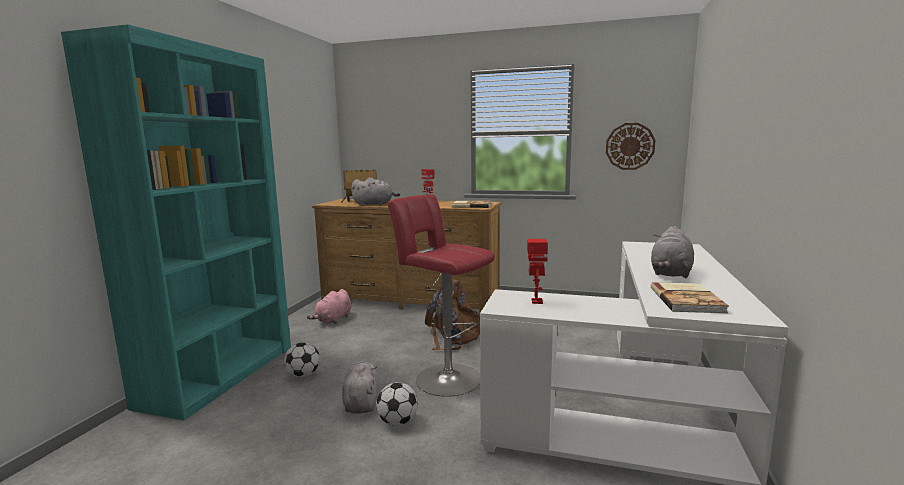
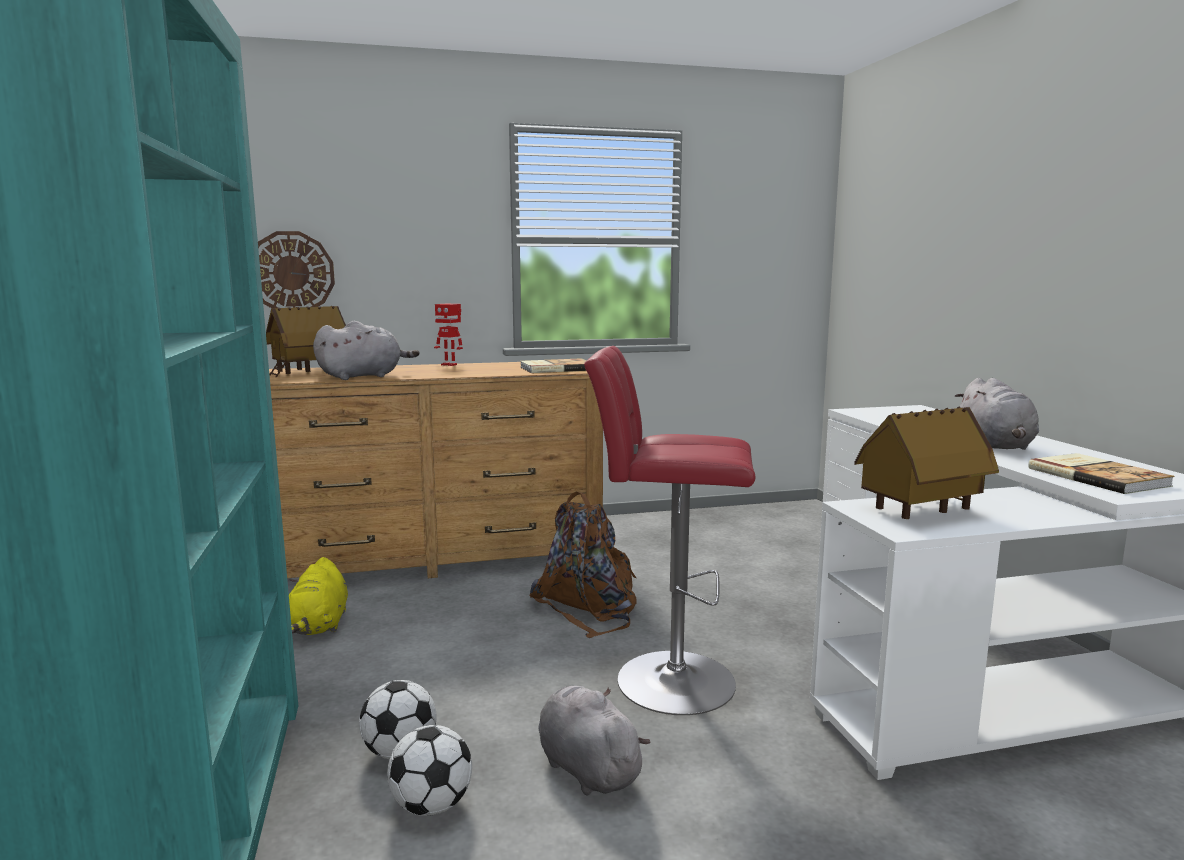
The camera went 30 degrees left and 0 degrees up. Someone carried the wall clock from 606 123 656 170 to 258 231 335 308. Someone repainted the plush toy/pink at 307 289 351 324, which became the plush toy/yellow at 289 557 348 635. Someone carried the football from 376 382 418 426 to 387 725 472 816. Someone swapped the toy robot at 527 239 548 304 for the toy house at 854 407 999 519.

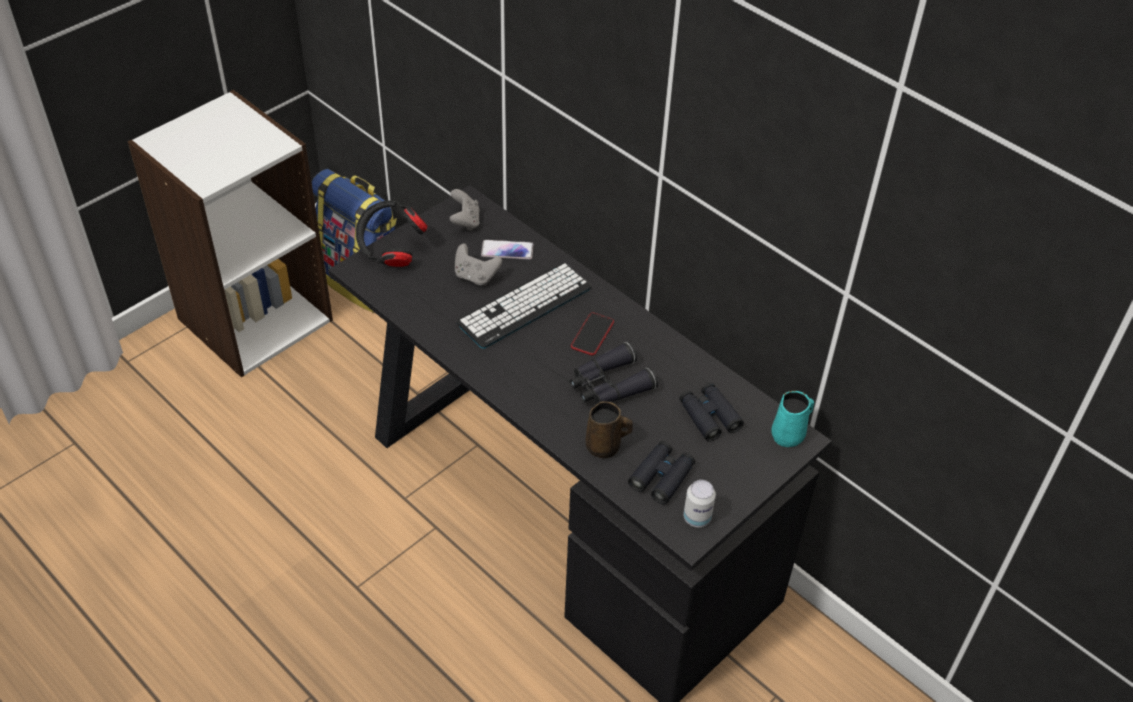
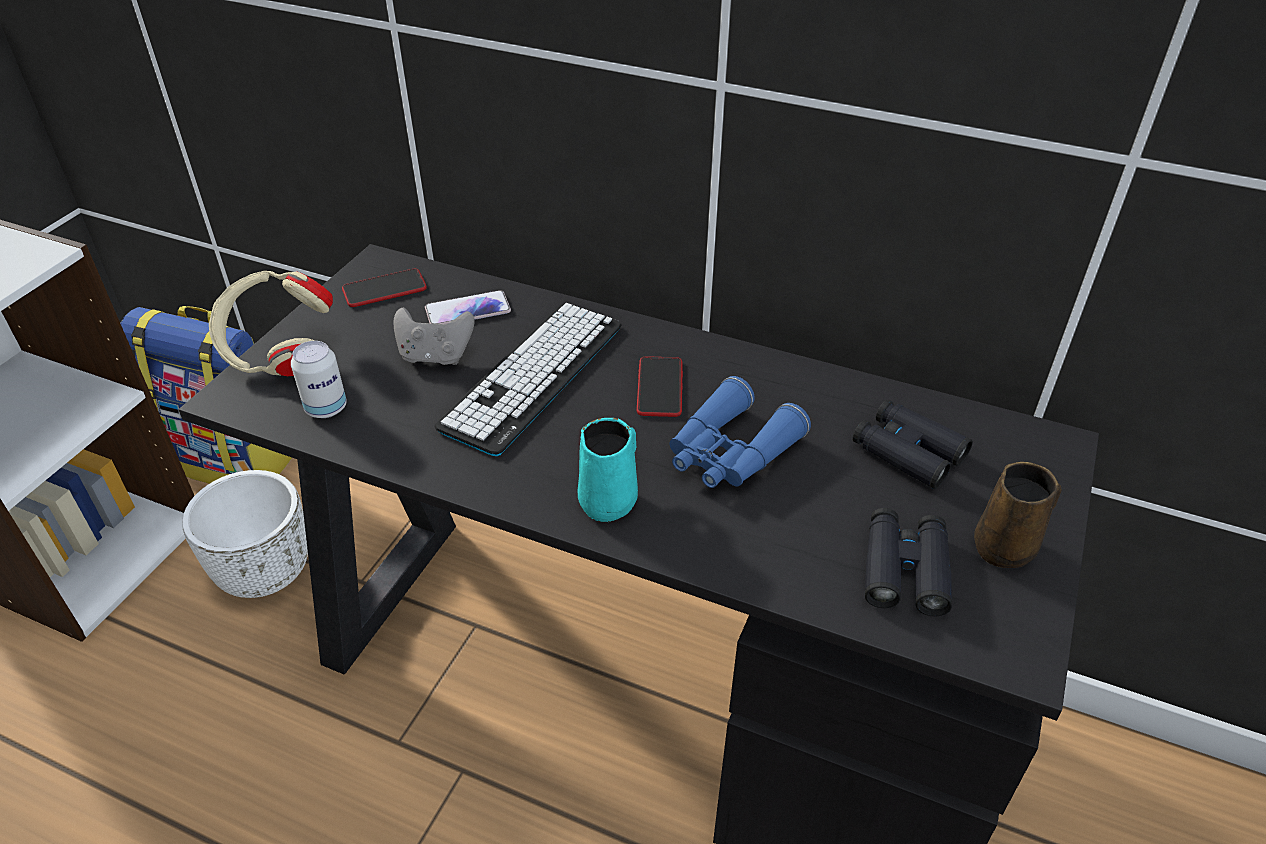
The camera went 20 degrees left and 5 degrees down. Someone put down the planter/white at 182 470 308 598. Someone repainted the headphones/black at 356 200 428 267, which became the headphones/beige at 209 271 333 376. Someone carried the can from 683 480 716 527 to 291 341 347 418. Someone swapped the game controller/grey at 449 189 480 231 for the phone at 342 269 427 307. Someone carried the mug/turquoise from 771 391 814 447 to 578 418 638 522. Someone repainted the binoculars/black at 570 342 658 404, which became the binoculars/blue at 669 376 811 488. Someone carried the mug/brown from 585 401 633 458 to 974 462 1062 568.

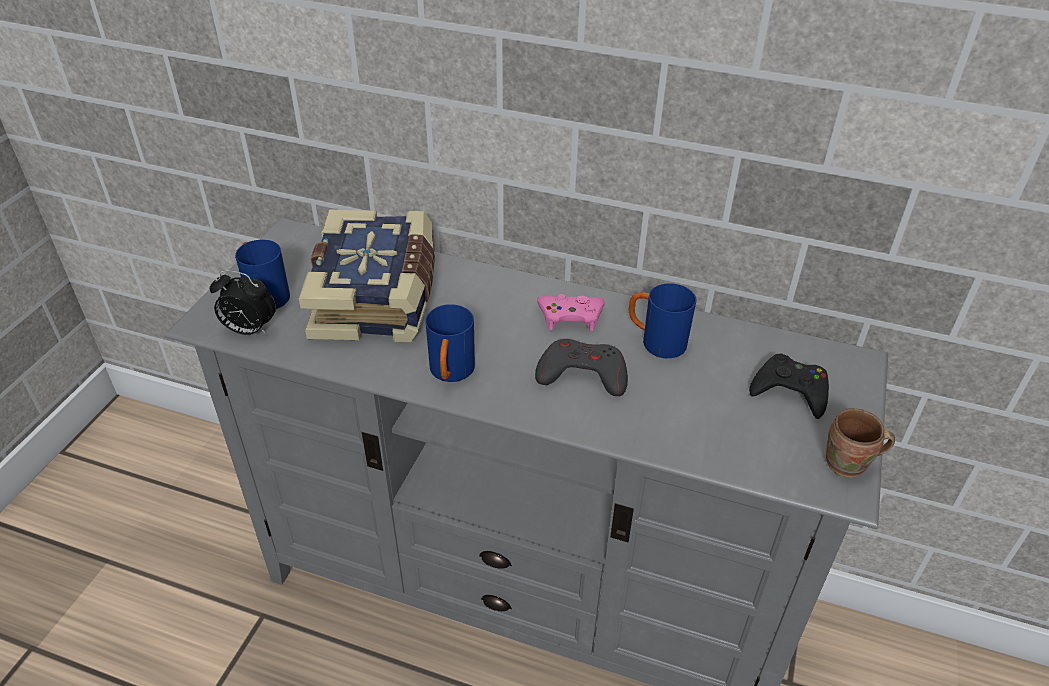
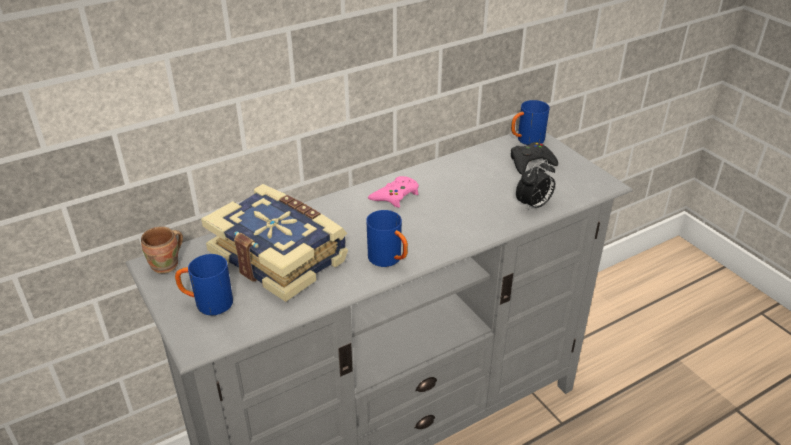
The camera went 50 degrees left and 5 degrees down. Someone carried the mug/brown from 826 408 895 478 to 141 226 183 274. Someone carried the mug/blue from 629 283 697 358 to 511 100 550 145. Someone carried the alarm clock from 209 270 276 335 to 516 160 555 211. Someone took away the game controller/grey at 535 339 628 396.

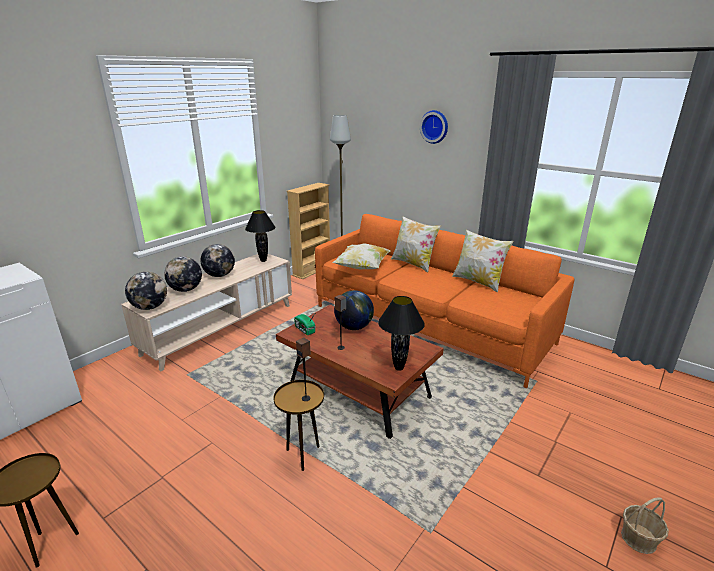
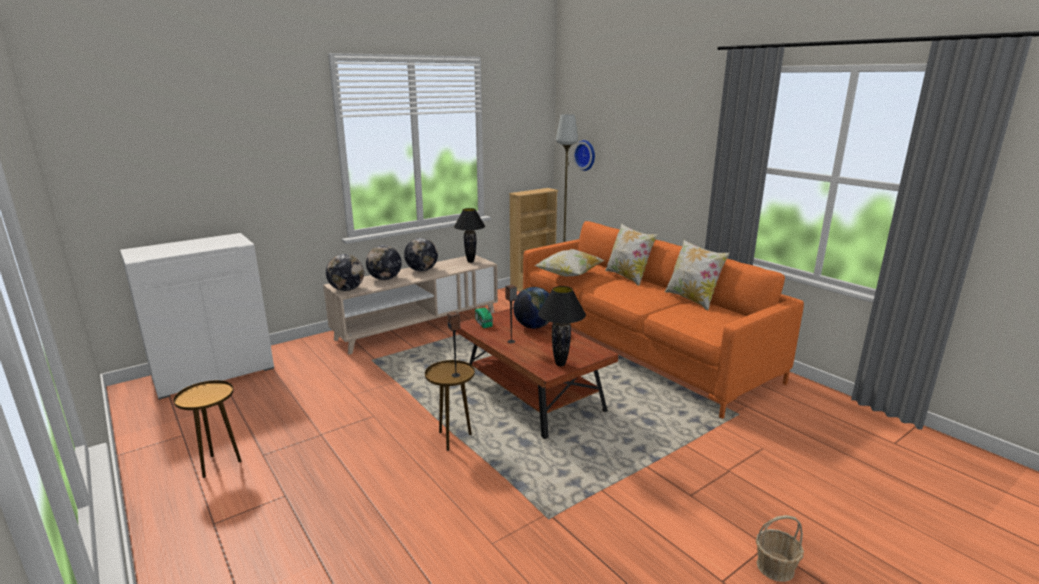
The camera went 15 degrees right and 5 degrees down. Someone carried the wall clock from 420 110 448 144 to 573 140 595 171.

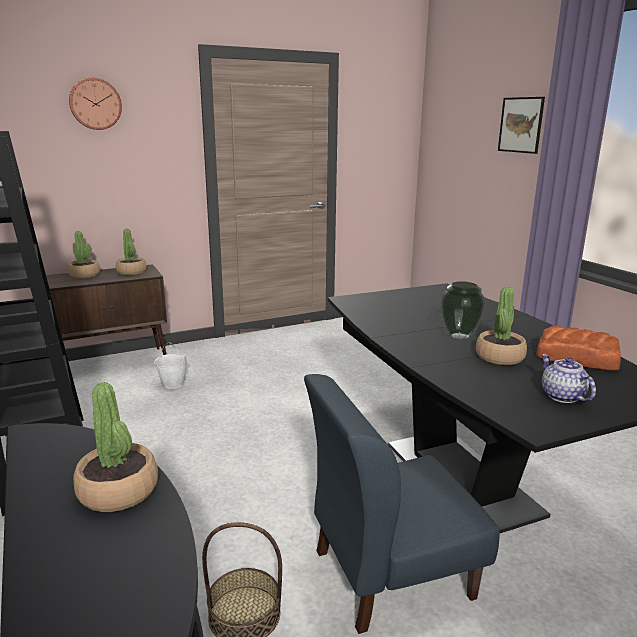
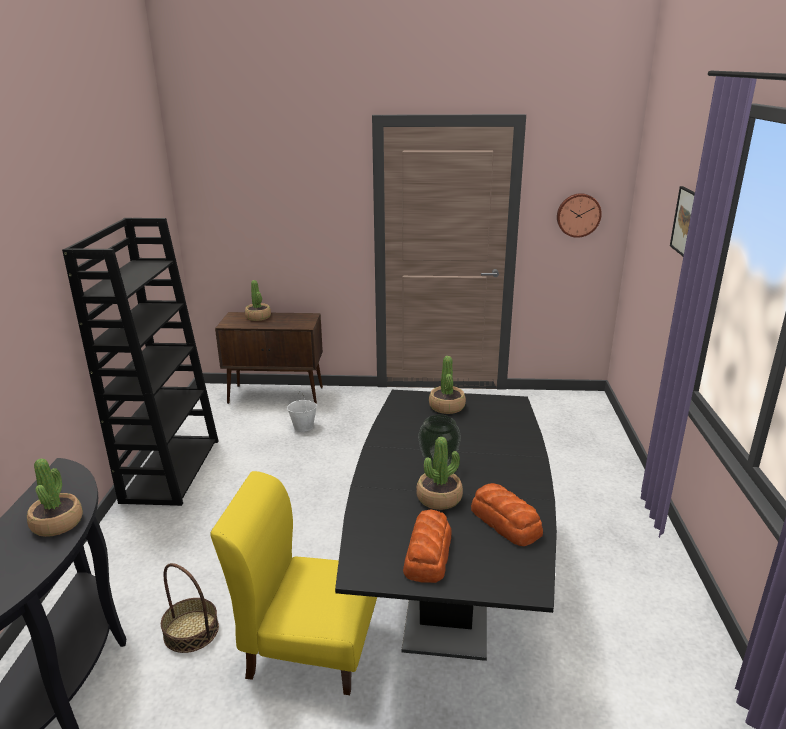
The camera went 30 degrees right and 5 degrees up. Someone repainted the chair/blue at 304 374 500 634, which became the chair/yellow at 211 471 377 695. Someone swapped the teapot at 541 354 596 403 for the bread at 403 510 452 583. Someone carried the potted plant from 116 229 146 275 to 429 356 466 414. Someone carried the wall clock from 69 78 122 130 to 557 193 602 238.

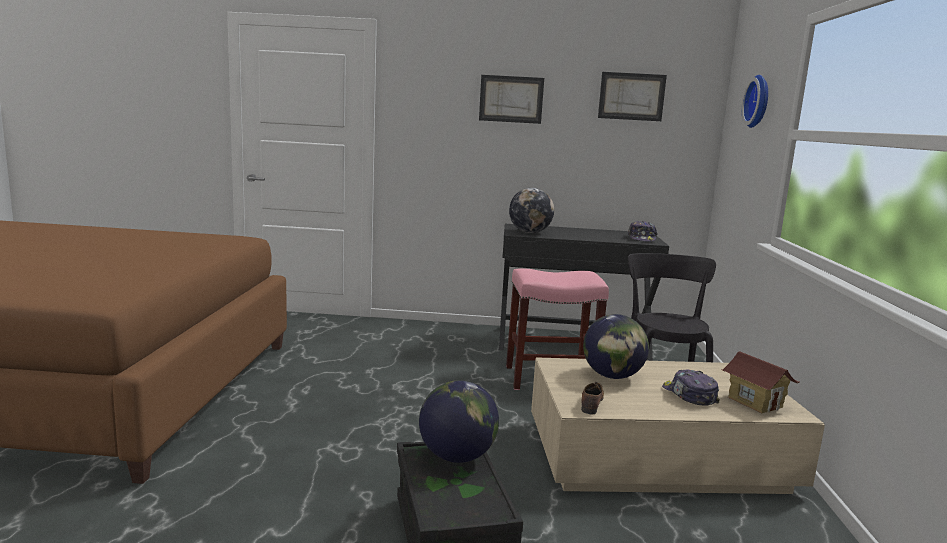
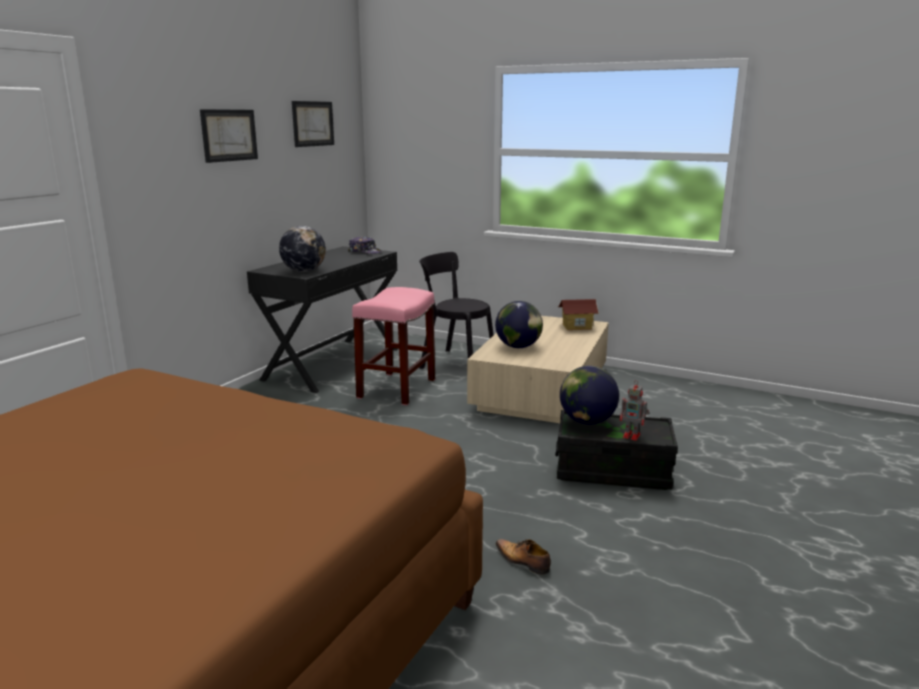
The camera went 65 degrees left and 5 degrees up. Someone carried the shoe from 581 382 604 415 to 496 539 551 575. Someone put down the toy robot at 620 380 649 441. Someone took away the cap at 662 369 720 405. Someone took away the wall clock at 742 75 768 128.

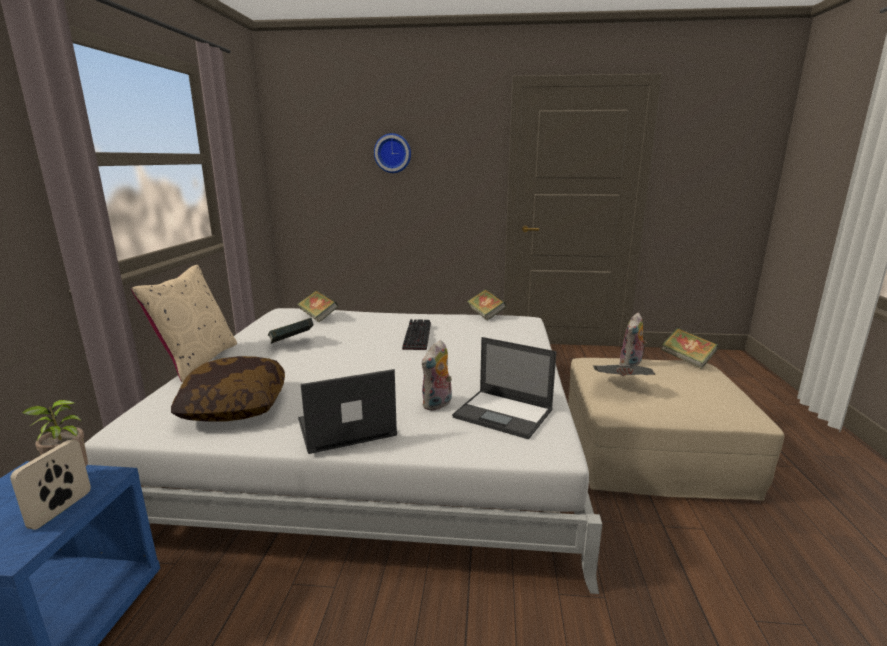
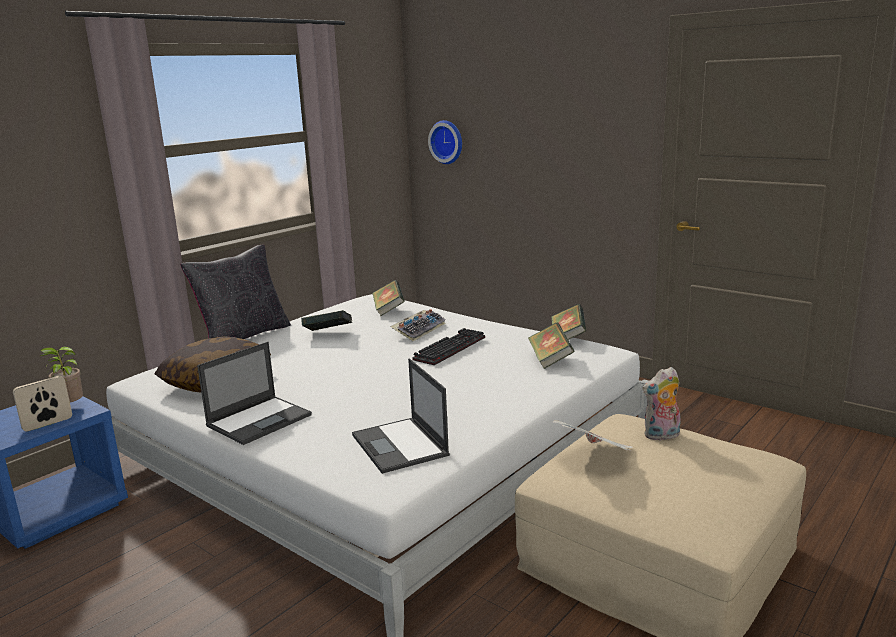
The camera went 35 degrees right and 0 degrees up. Someone repainted the pillow/beige at 131 265 237 382, which became the pillow/black at 180 244 291 339. Someone rotated the laptop at 298 369 397 454 by 120 degrees clockwise. Someone put down the keyboard at 390 309 446 341. Someone carried the wall clock from 374 133 411 173 to 428 120 462 164. Someone carried the book from 661 328 718 369 to 528 322 574 369. Someone took away the plush toy at 422 340 452 411.

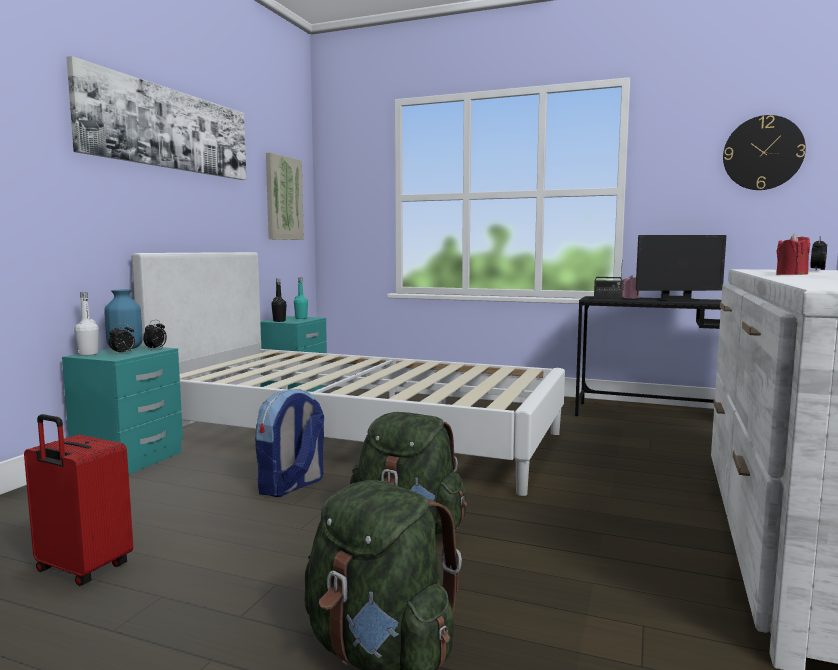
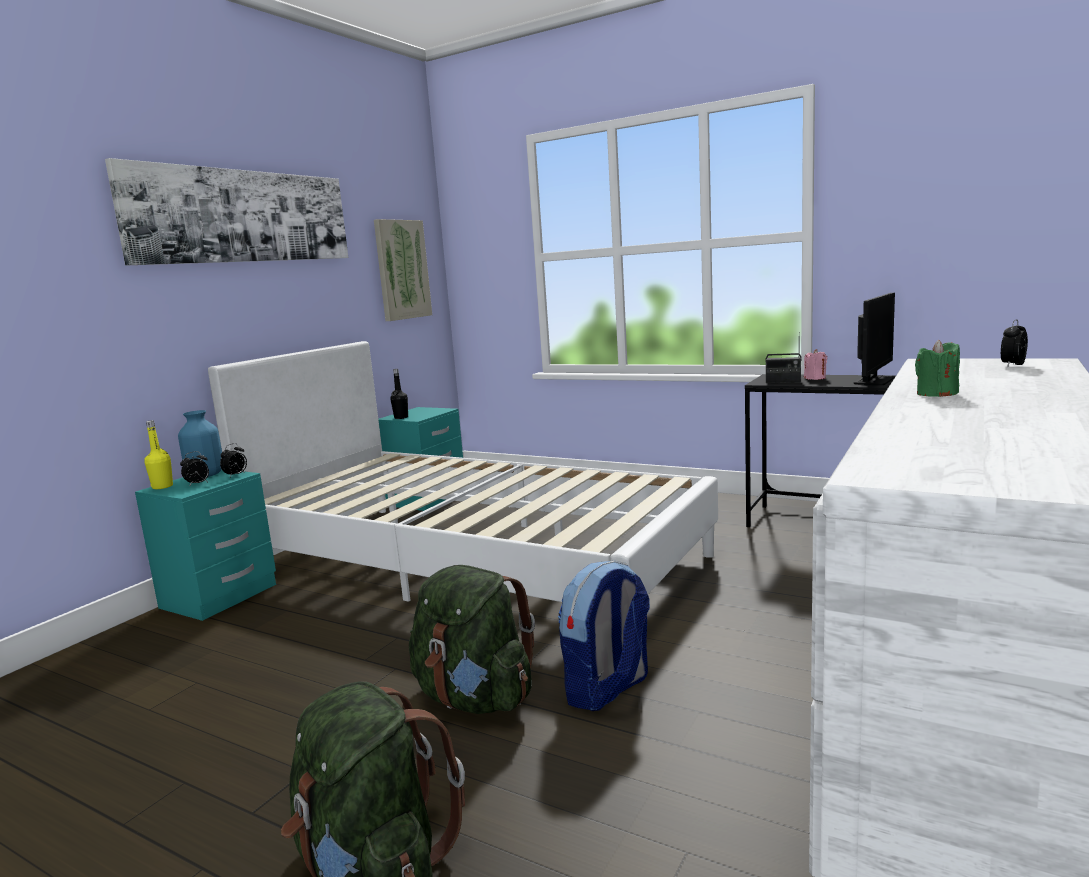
The camera went 10 degrees right and 5 degrees up. Someone repainted the bottle/white at 74 292 99 356, which became the bottle/yellow at 144 420 173 489. Someone carried the backpack from 255 389 324 497 to 558 561 650 711. Someone rotated the monitor at 636 235 726 302 by 60 degrees counterclockwise. Someone repainted the candle/red at 776 234 810 275, which became the candle/green at 915 340 960 397. Someone took away the suitcase/red at 24 414 133 586. Someone took away the bottle/turquoise at 294 278 308 319. Someone took away the wall clock at 723 115 806 190.

